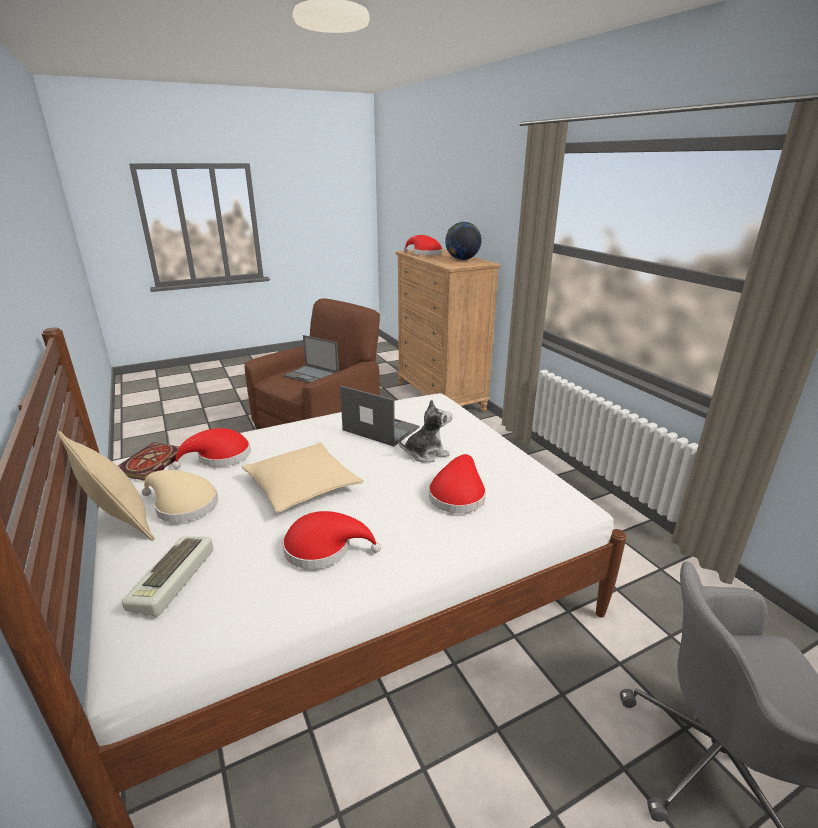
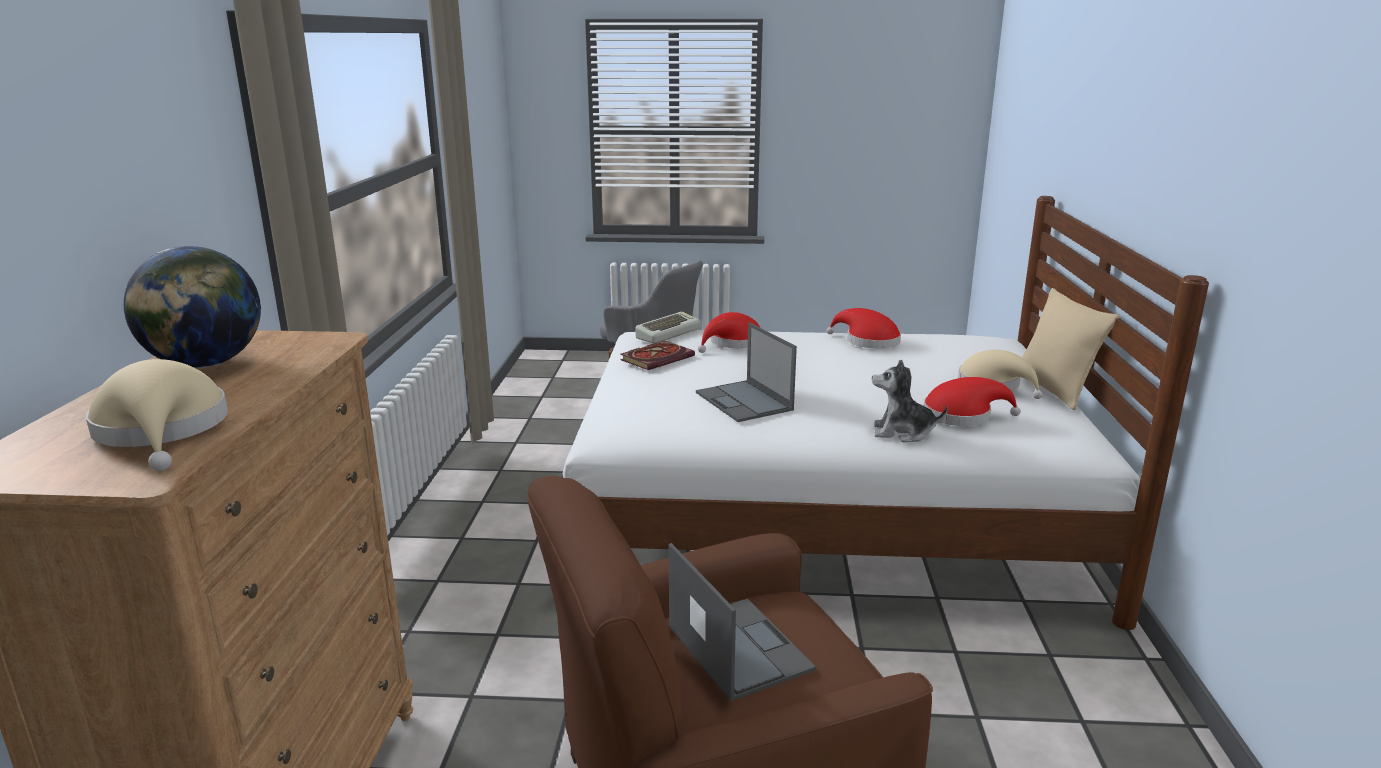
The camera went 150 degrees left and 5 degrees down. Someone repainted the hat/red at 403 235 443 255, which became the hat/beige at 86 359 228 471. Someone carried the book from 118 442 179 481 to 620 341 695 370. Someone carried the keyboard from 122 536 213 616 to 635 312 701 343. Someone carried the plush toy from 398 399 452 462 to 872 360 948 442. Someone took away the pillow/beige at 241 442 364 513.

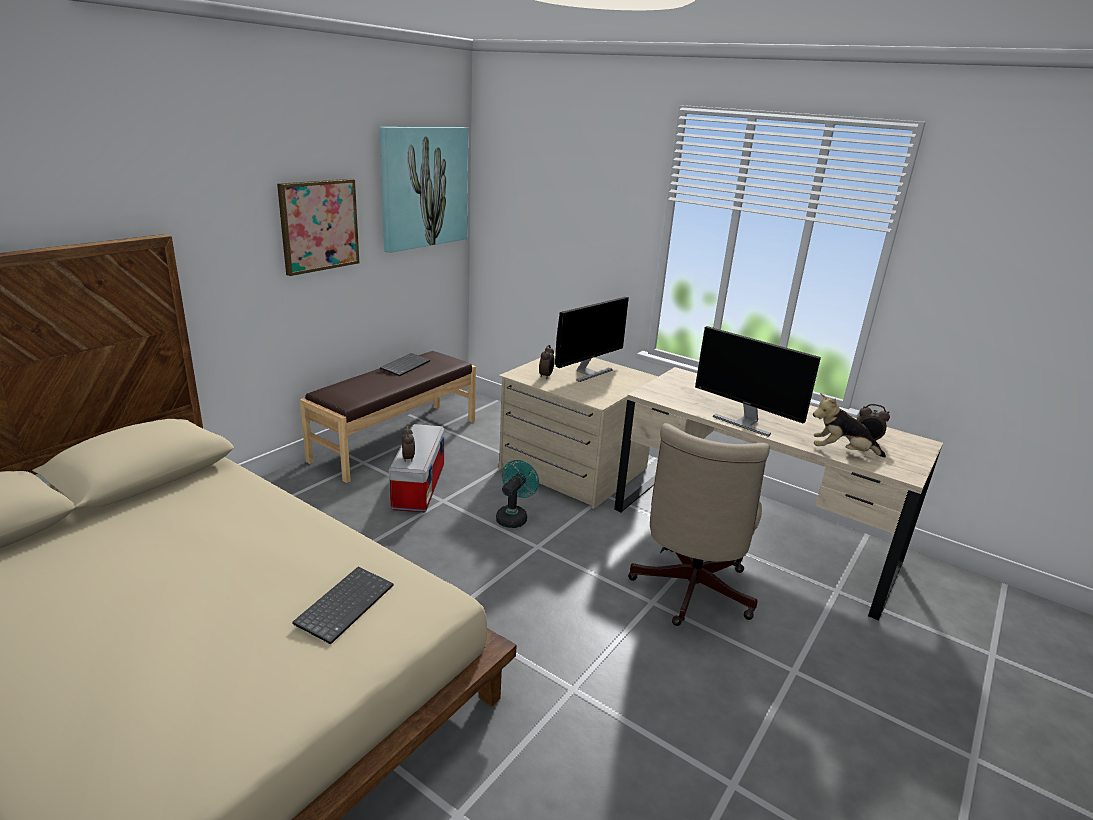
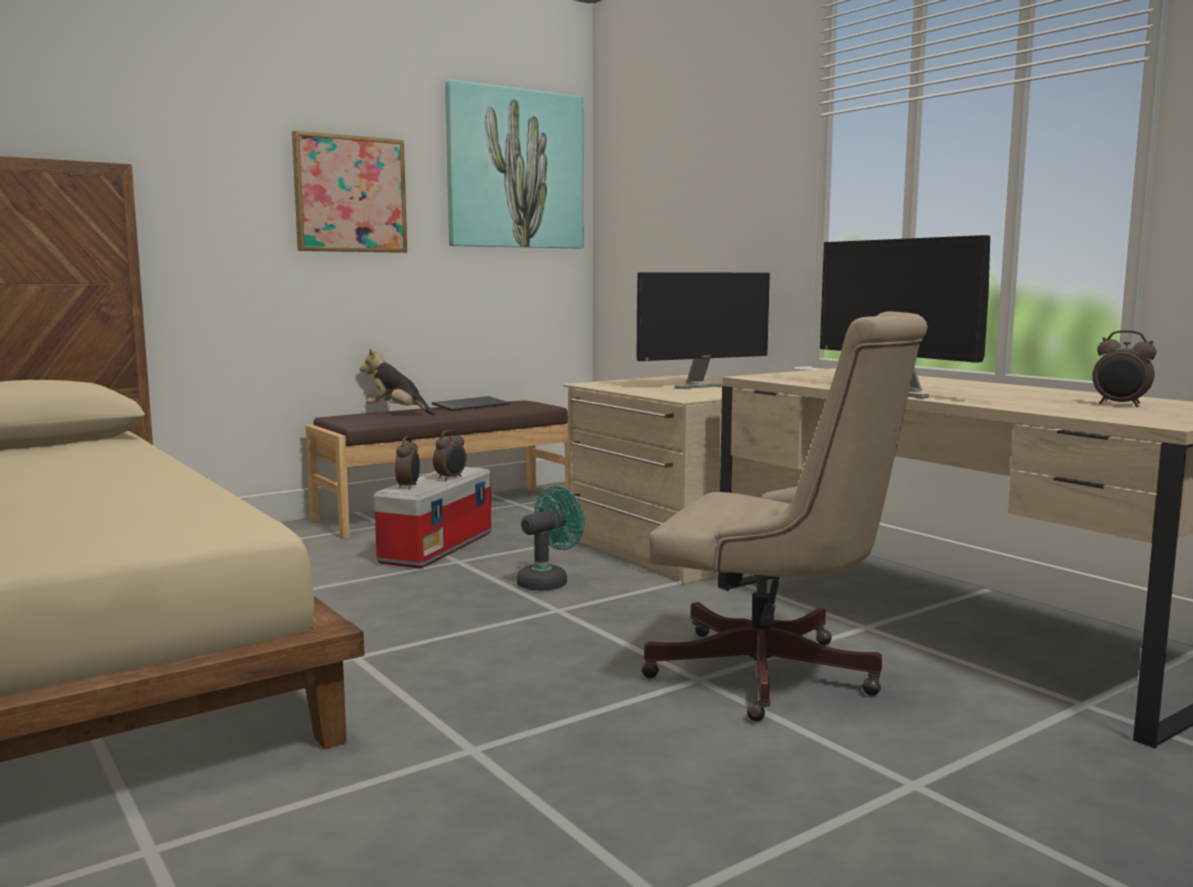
The camera went 20 degrees right and 15 degrees down. Someone carried the plush toy from 813 393 886 458 to 360 349 436 415. Someone carried the alarm clock from 539 345 554 379 to 433 430 466 480. Someone rotated the office chair/beige at 628 423 770 626 by 105 degrees counterclockwise. Someone took away the keyboard at 292 567 394 644.

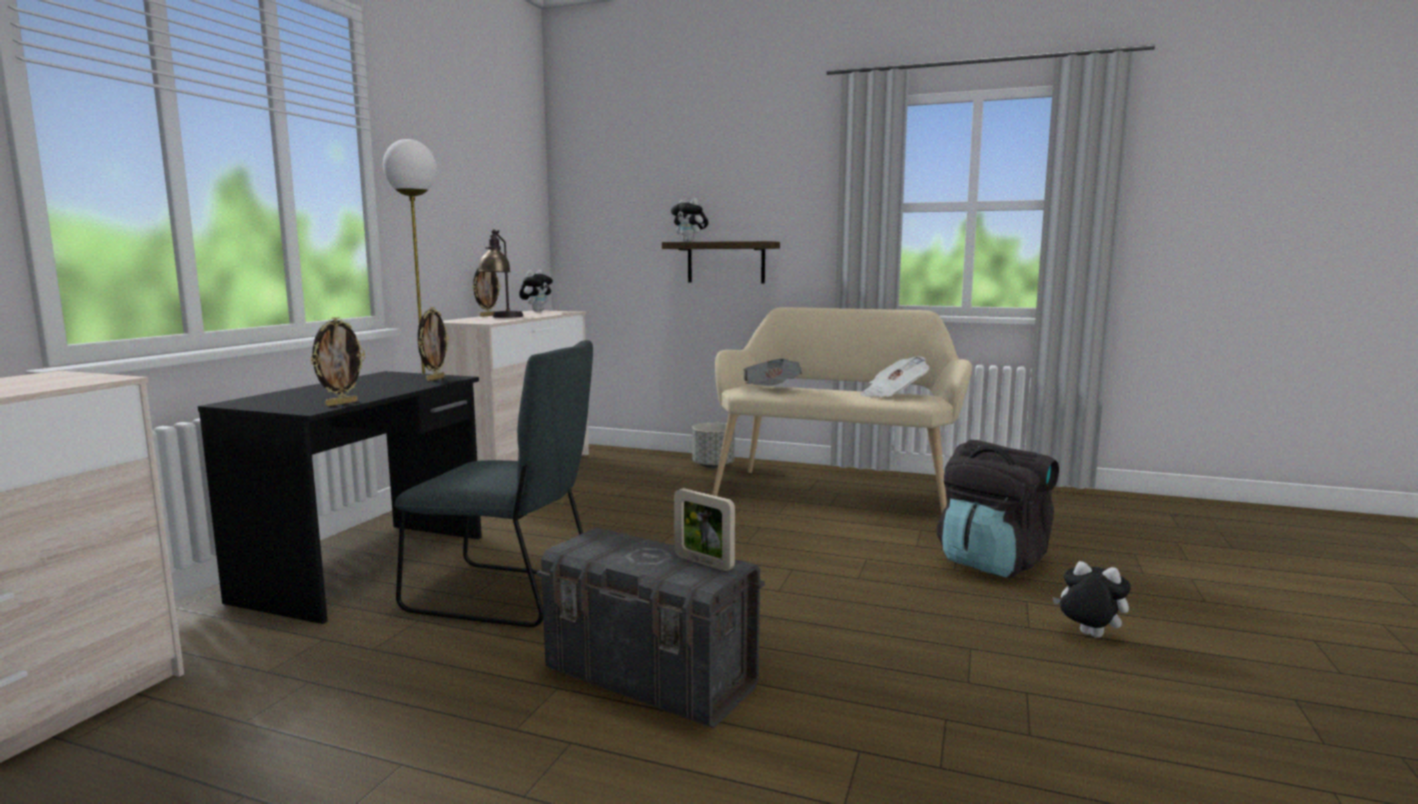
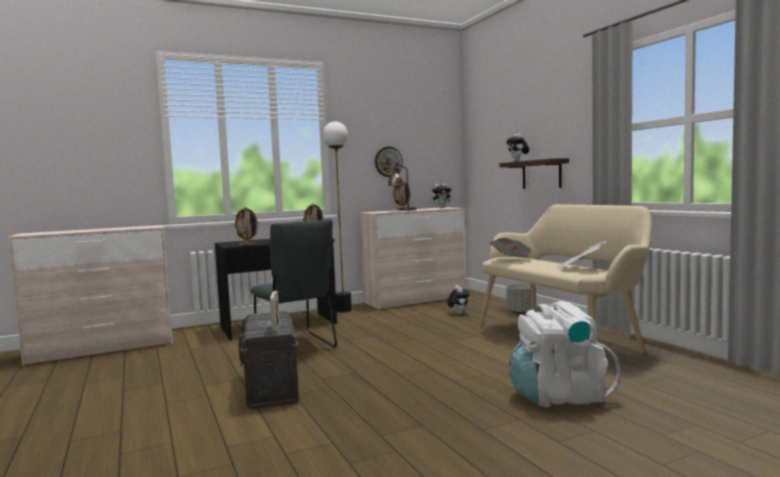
The camera went 45 degrees right and 5 degrees down. Someone put up the wall clock at 375 147 403 177. Someone carried the plush toy from 1052 561 1131 638 to 447 285 470 314. Someone repainted the backpack/black at 937 440 1059 578, which became the backpack/white at 509 301 621 407.

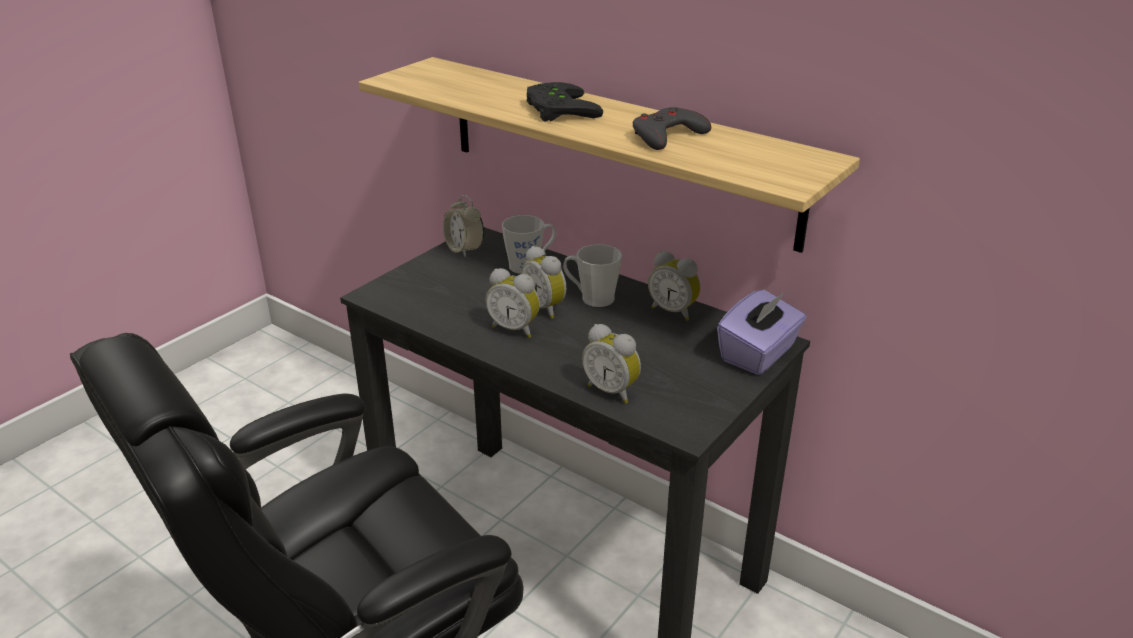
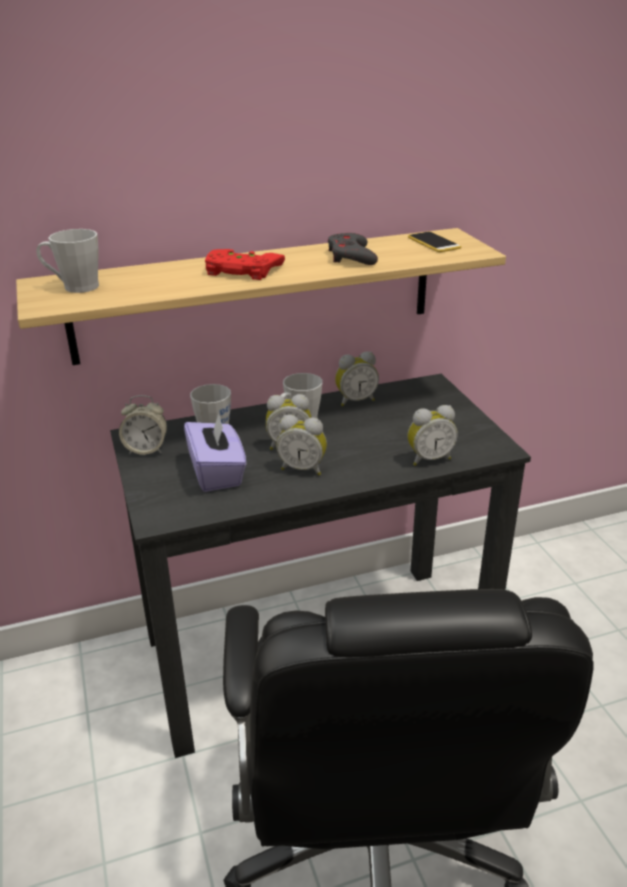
The camera went 55 degrees left and 0 degrees up. Someone put down the mug/grey at 37 229 99 293. Someone carried the tissue box/purple from 717 290 806 375 to 184 413 246 492. Someone repainted the game controller/black at 527 82 603 122, which became the game controller/red at 205 249 285 280. Someone rotated the alarm clock at 485 268 540 338 by 45 degrees clockwise. Someone put down the phone at 408 232 461 252.

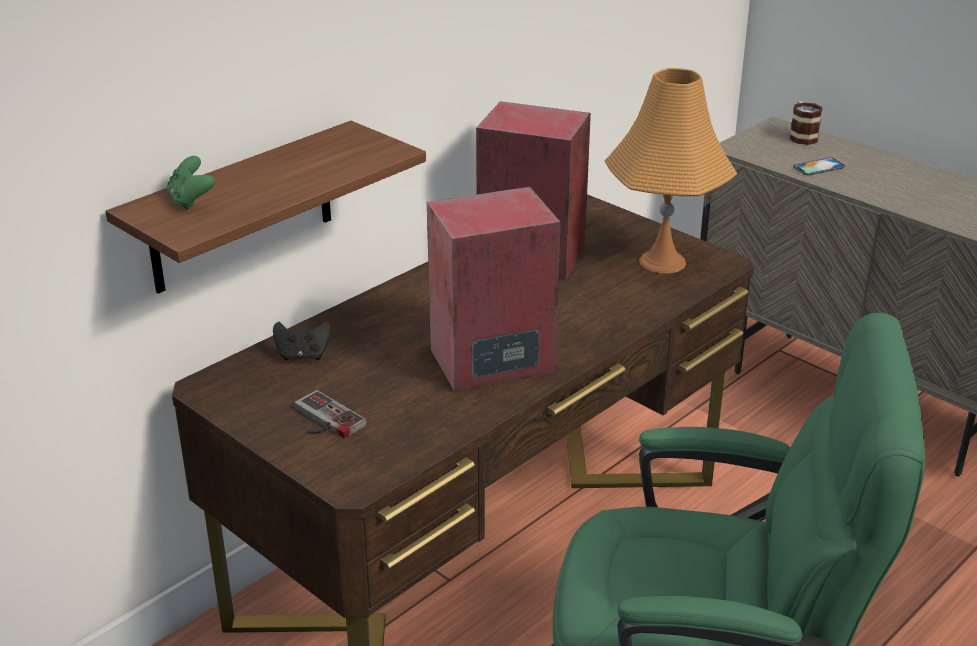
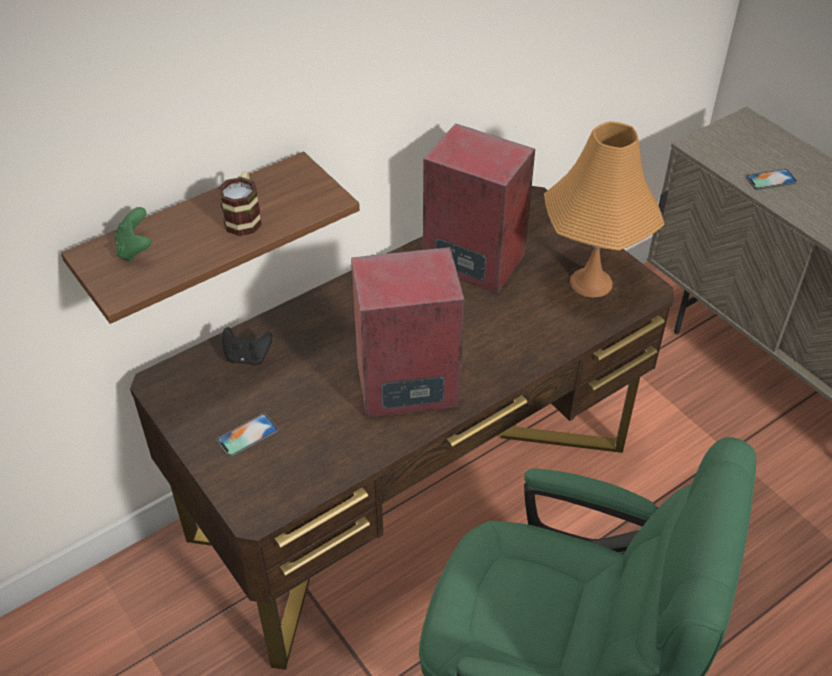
The camera went 10 degrees right and 15 degrees up. Someone swapped the game controller at 294 390 367 438 for the phone at 217 413 278 457. Someone carried the mug from 789 101 823 145 to 218 171 262 236.

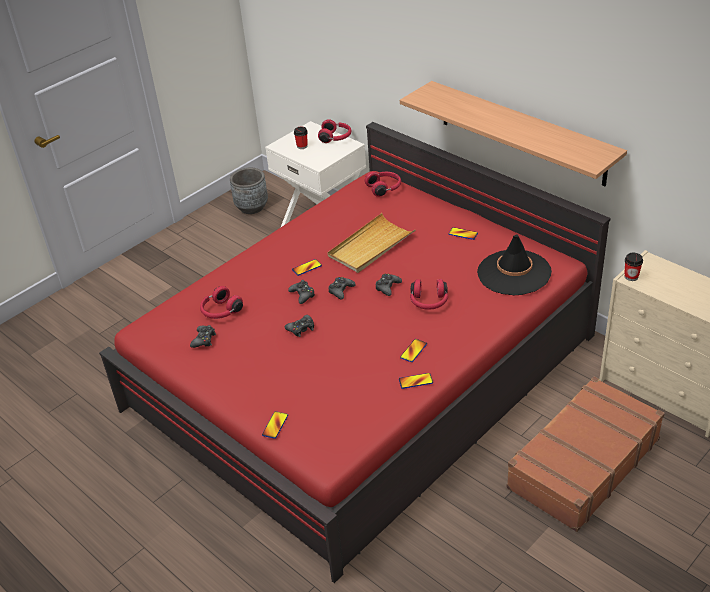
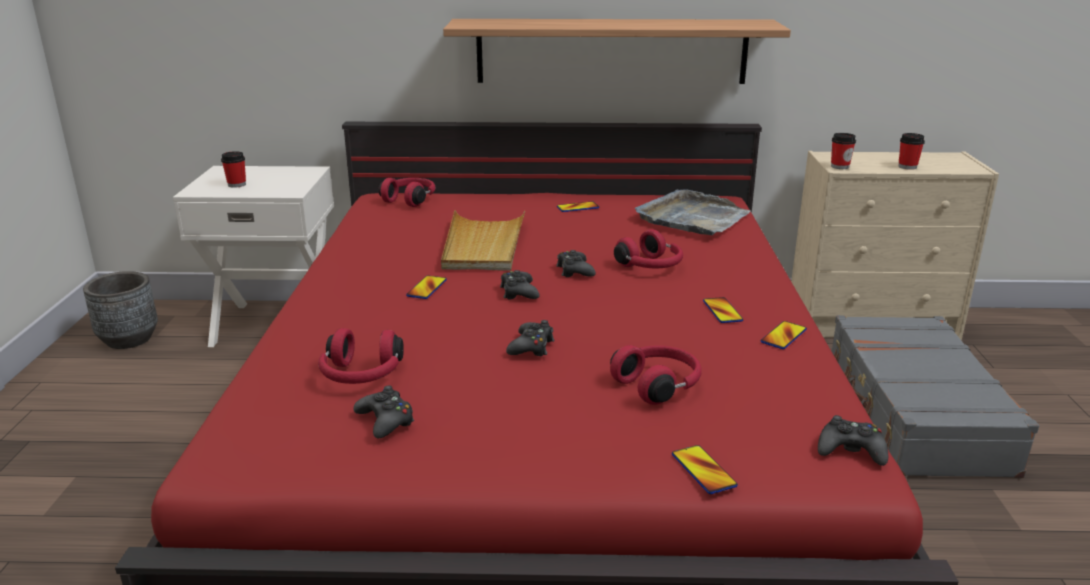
The camera went 45 degrees left and 15 degrees down. Someone carried the headphones/red from 318 119 351 143 to 610 345 702 405. Someone swapped the hat/black at 477 234 552 295 for the tray/grey at 634 189 751 235. Someone carried the game controller/black from 288 280 315 304 to 818 415 889 466. Someone repainted the suitcase/brown at 506 377 665 532, which became the suitcase/grey at 832 315 1039 478. Someone put down the cup at 898 133 925 170.

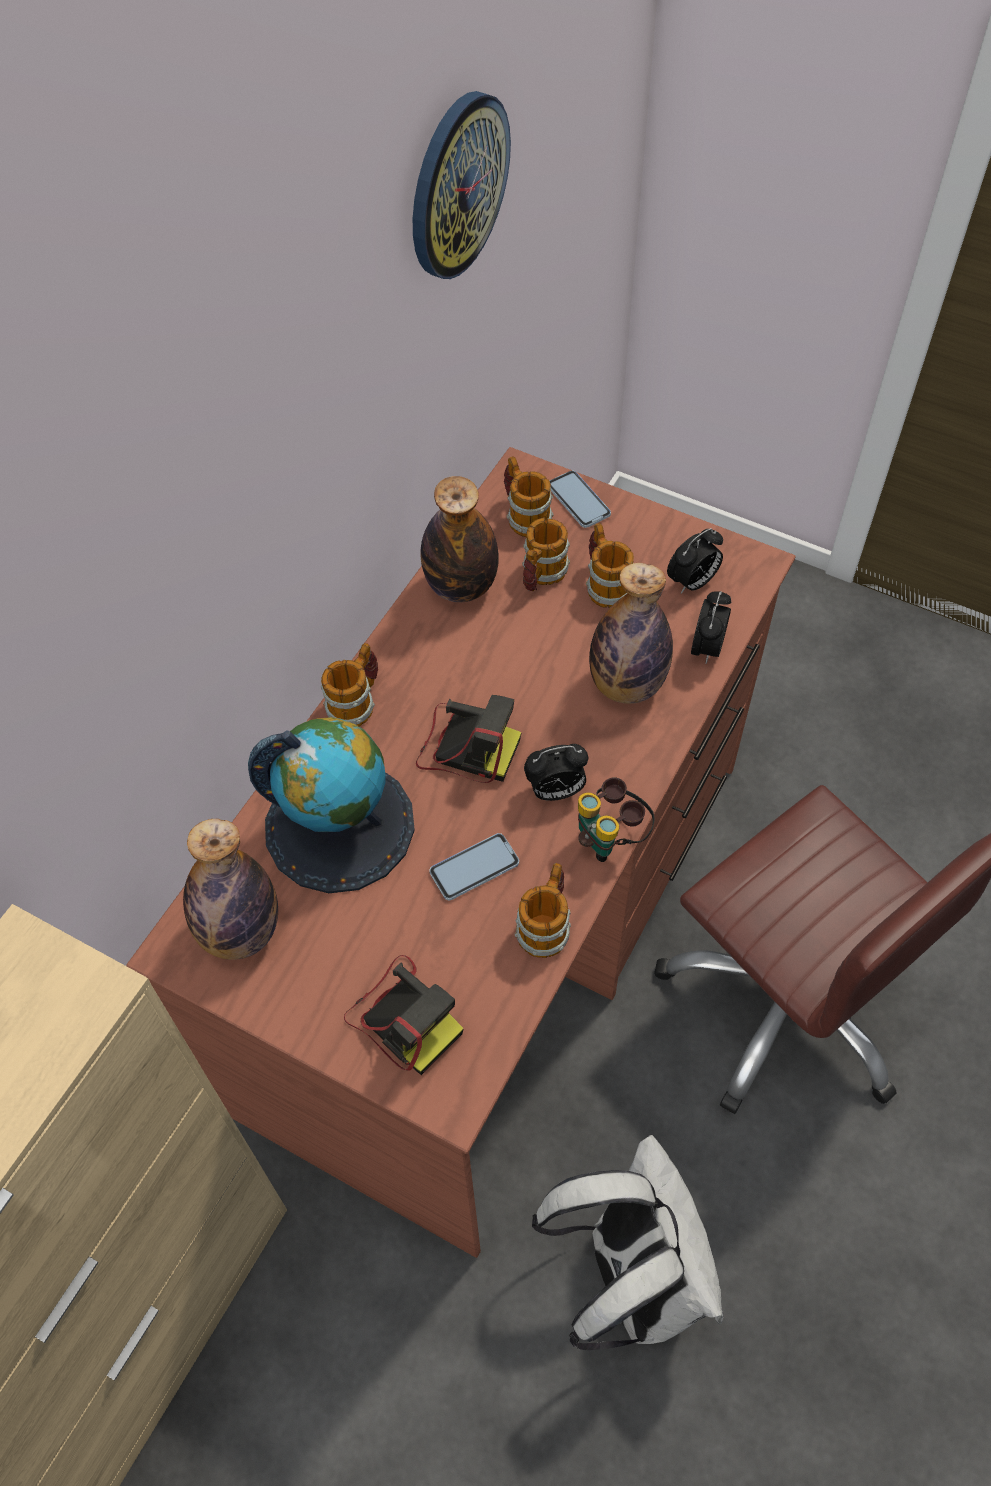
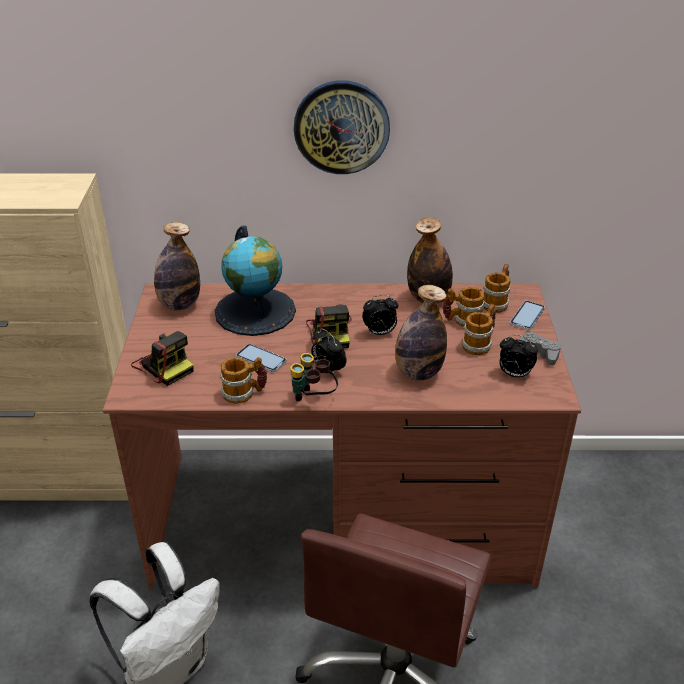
The camera went 60 degrees right and 20 degrees down. Someone rotated the photo camera at 344 955 464 1075 by 60 degrees counterclockwise. Someone carried the wall clock from 413 91 511 279 to 294 81 390 174. Someone carried the alarm clock from 691 591 731 663 to 362 295 398 335. Someone put down the game controller/grey at 518 332 561 365. Someone took away the mug at 321 643 378 726.

